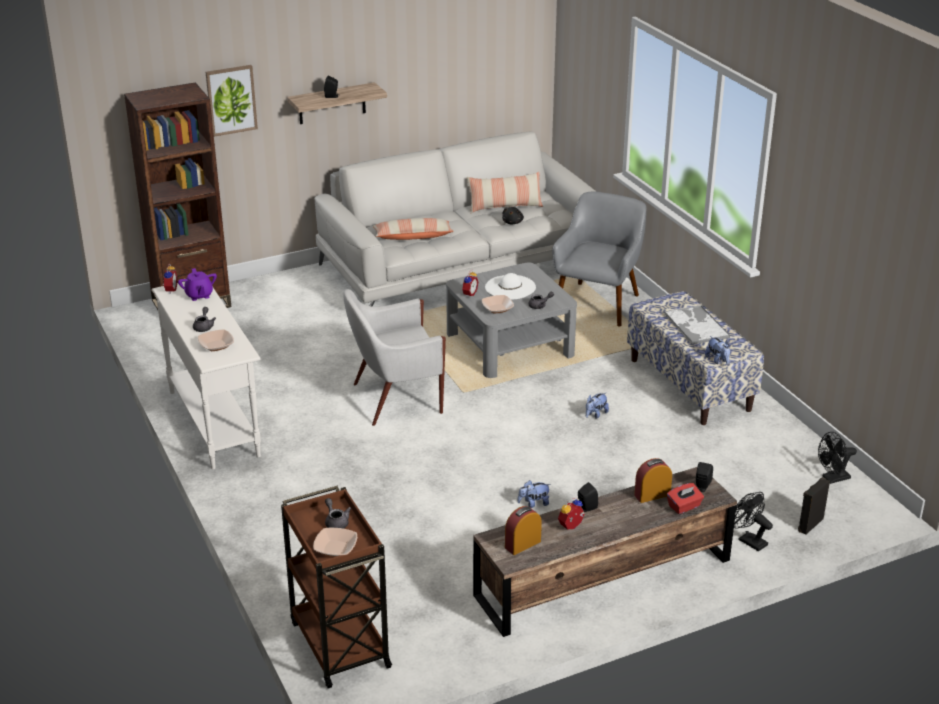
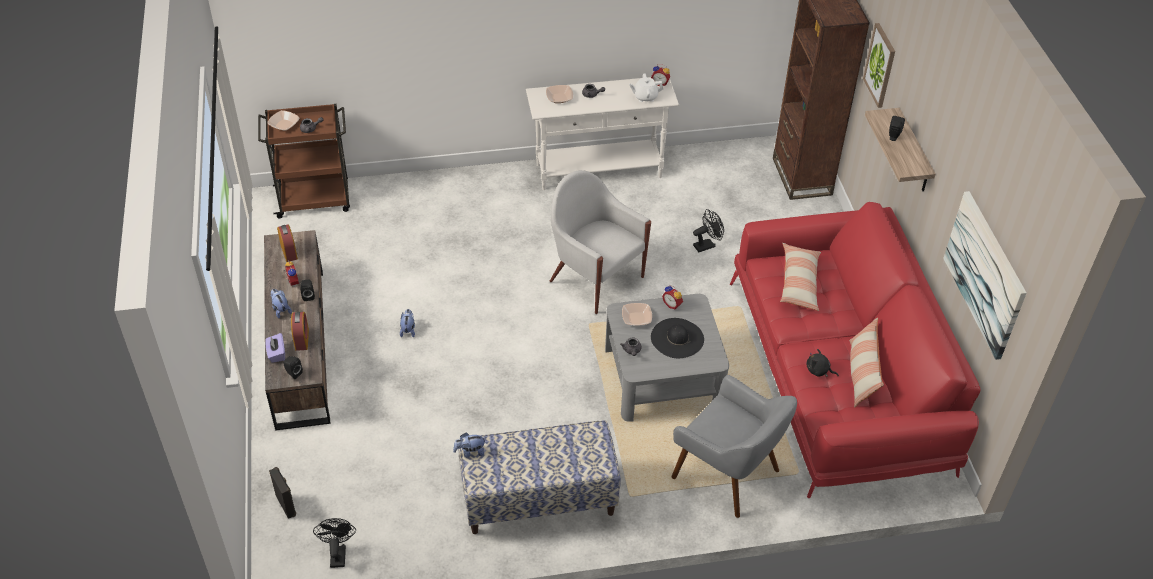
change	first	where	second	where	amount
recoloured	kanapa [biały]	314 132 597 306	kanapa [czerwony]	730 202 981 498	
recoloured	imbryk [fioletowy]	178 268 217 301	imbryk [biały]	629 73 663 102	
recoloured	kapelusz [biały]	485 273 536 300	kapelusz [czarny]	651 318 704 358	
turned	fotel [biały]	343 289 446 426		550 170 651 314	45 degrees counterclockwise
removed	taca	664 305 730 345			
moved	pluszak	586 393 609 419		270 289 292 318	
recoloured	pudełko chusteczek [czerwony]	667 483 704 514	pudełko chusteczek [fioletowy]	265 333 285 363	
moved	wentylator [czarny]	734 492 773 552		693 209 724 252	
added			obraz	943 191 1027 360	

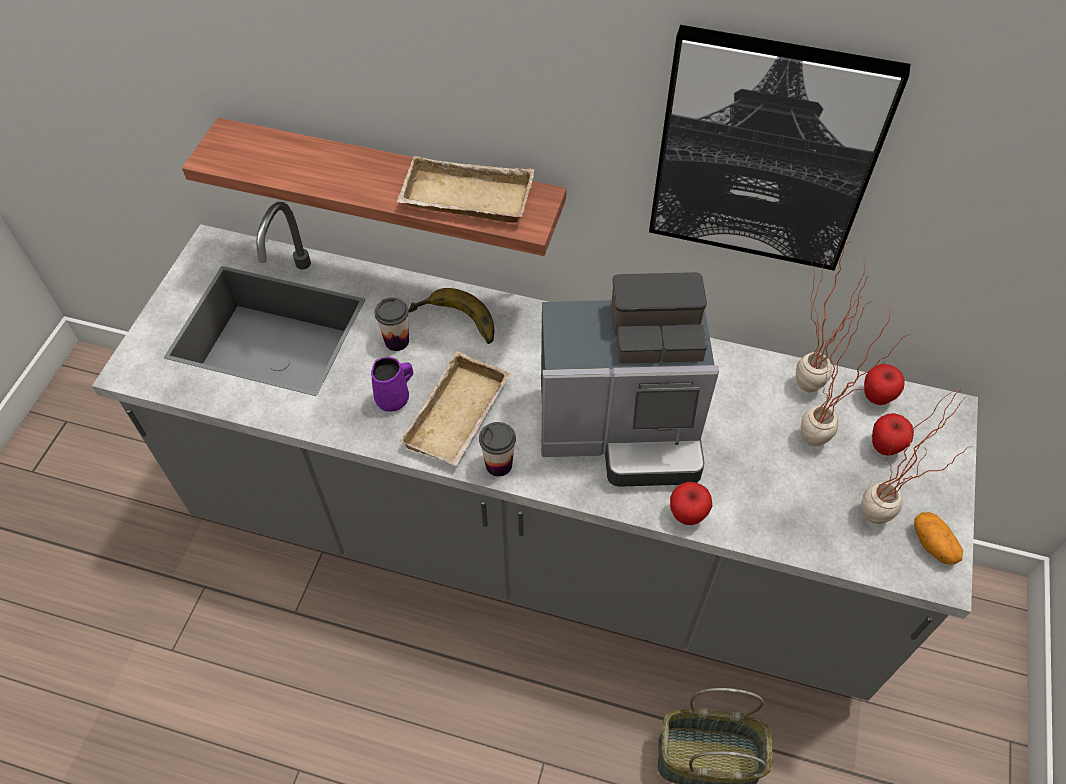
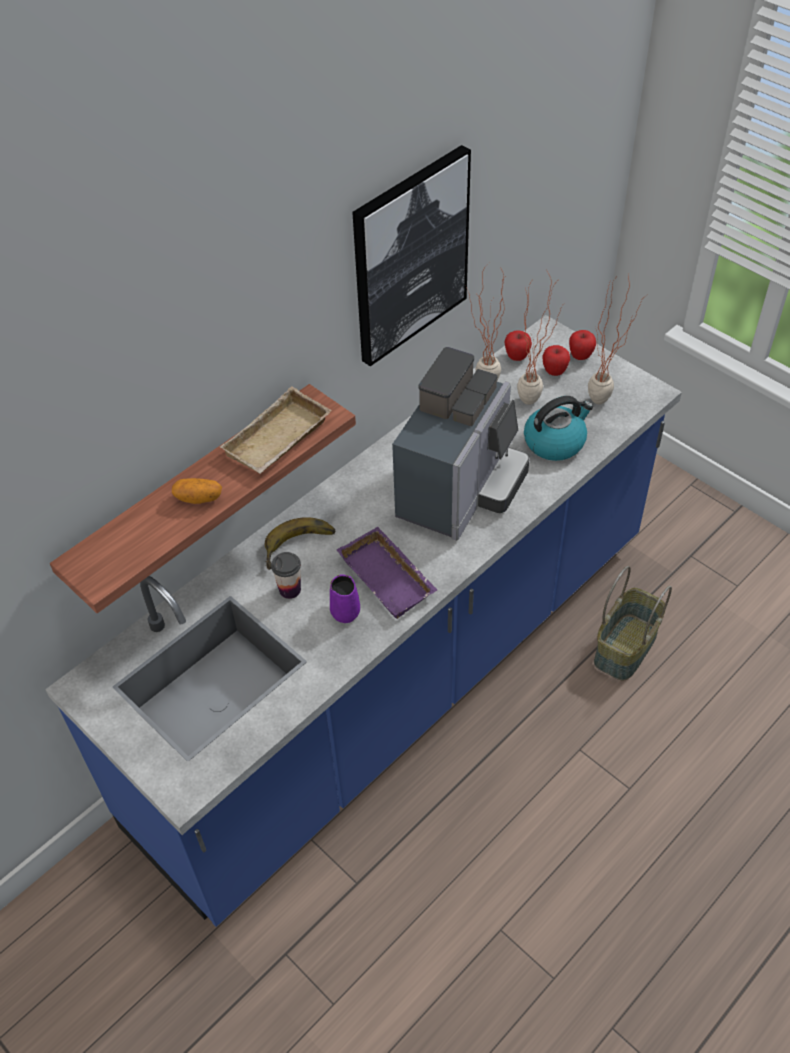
change	first	where	second	where	amount
recoloured	zabudowa kuchenna [szary]	92 202 978 701	zabudowa kuchenna [niebieski]	45 315 682 927	
recoloured	taca [beżowy]	399 351 510 466	taca [fioletowy]	337 527 438 619	
removed	filiżanka	479 422 516 477			
moved	jabłko	670 482 712 525		569 330 596 360	
moved	ziemniak	914 512 963 565		172 478 222 504	
added			czajnik	524 396 593 461	

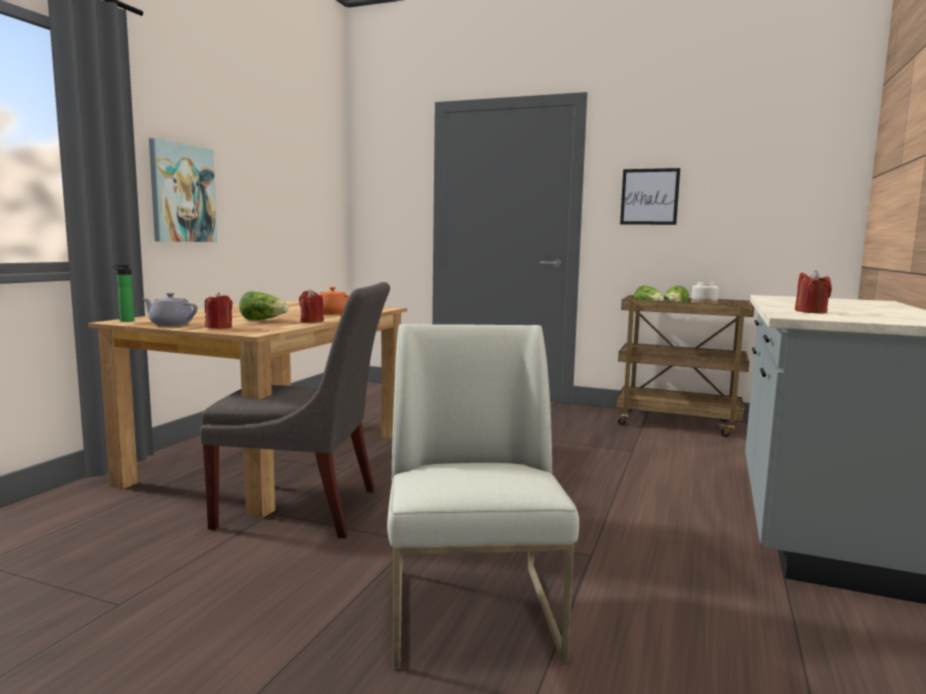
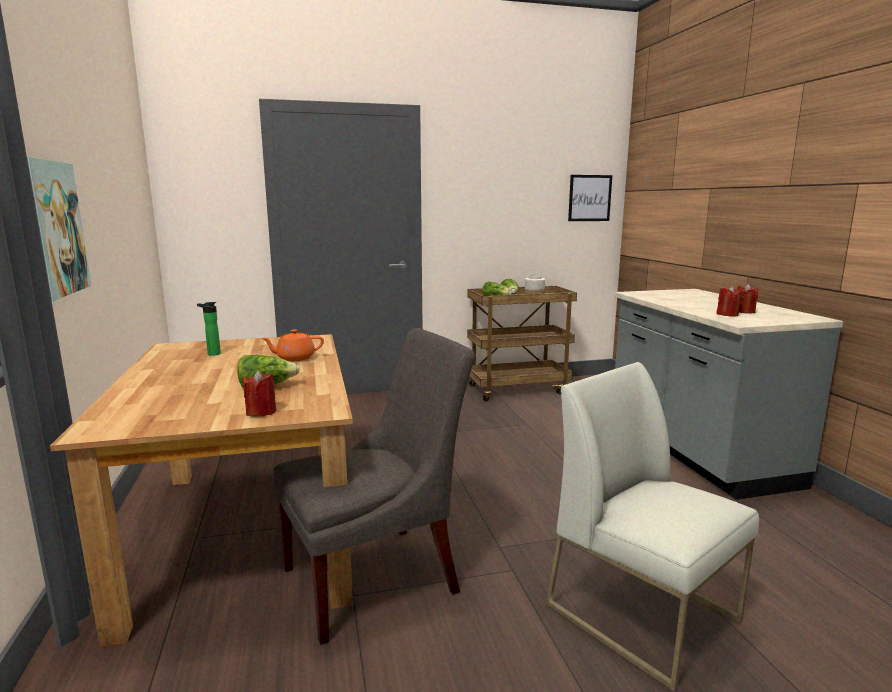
change	first	where	second	where	amount
moved	obraz	620 168 680 225		568 175 612 221	
moved	butelka	111 264 135 322		197 302 221 356	
moved	świeca [czerwony]	299 289 324 323		737 283 758 314	
removed	imbryk [szary]	142 293 198 326			

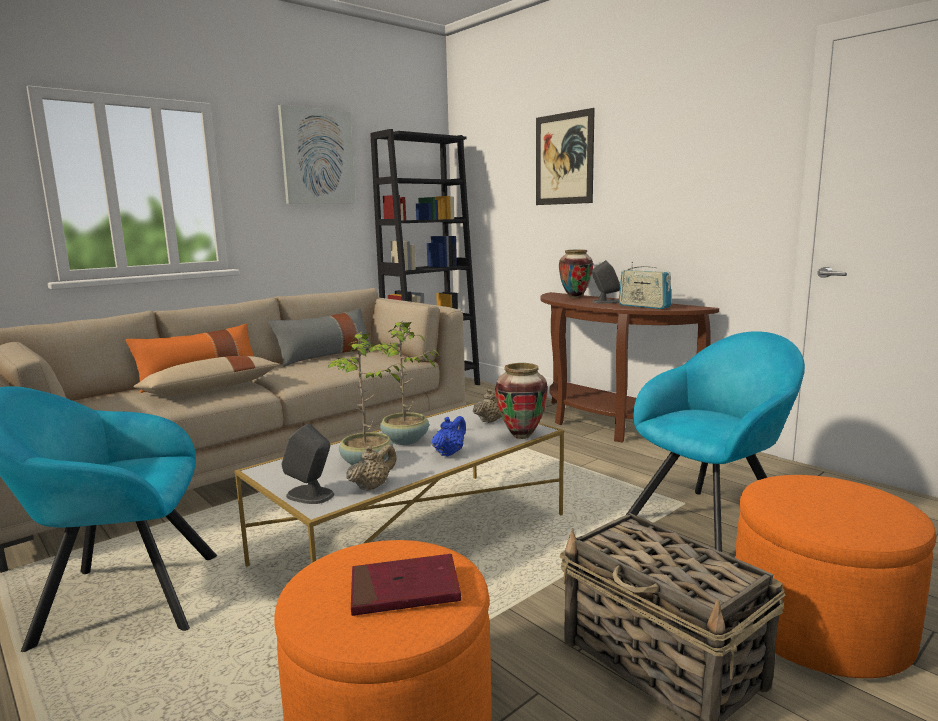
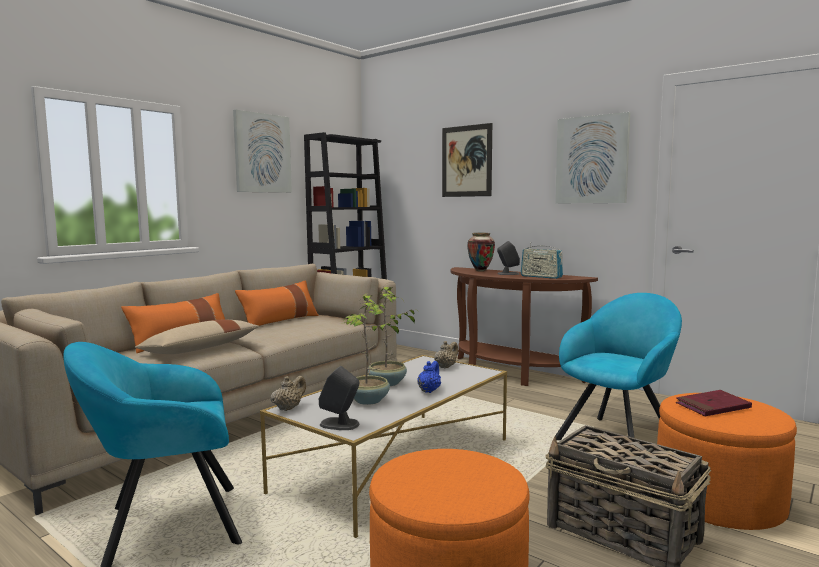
change	first	where	second	where	amount
recoloured	poduszka [szary]	268 308 371 367	poduszka [pomarańczowy]	235 280 319 326	
removed	wazon	495 363 548 439			
moved	imbryk [beżowy]	346 444 397 491		271 376 306 411	
moved	książka [czerwony]	351 554 461 616		676 390 752 416	
added			obraz	555 112 630 203	

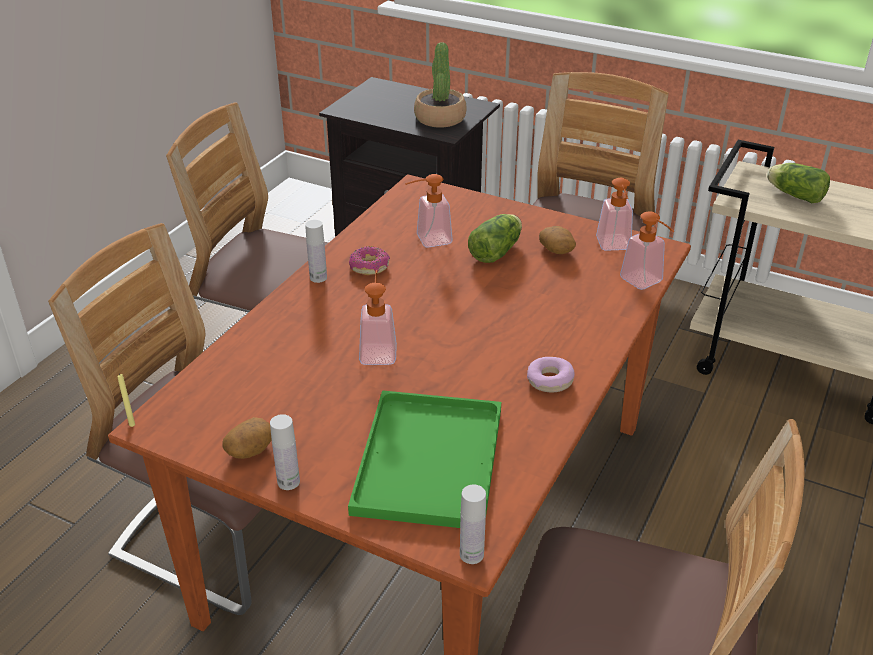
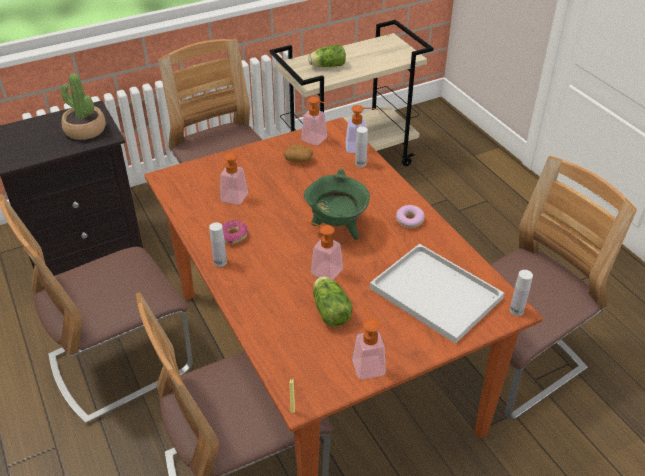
change	first	where	second	where	amount
moved	sałata	468 214 522 263		313 276 352 327	
recoloured	taca [zielony]	348 390 501 528	taca [biały]	370 244 504 344	
moved	butelka [biały]	270 414 300 490		355 127 368 167	
replaced	ziemniak	222 417 272 459	dozownik mydła	352 305 386 379	
added			garnek [zielony]	304 169 370 240	

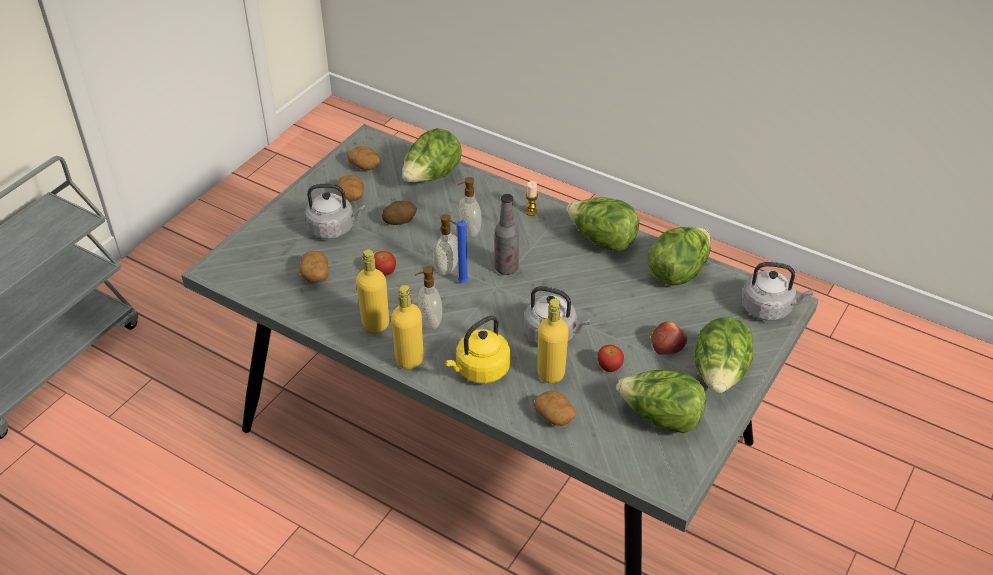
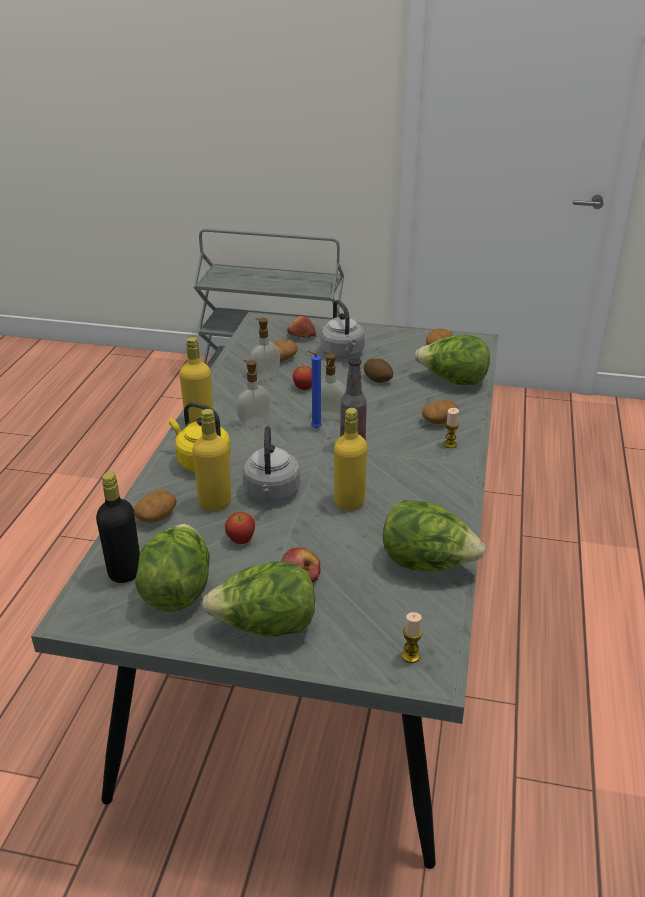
change	first	where	second	where	amount
moved	ziemniak	337 175 364 202		422 400 459 424	
moved	dozownik mydła	457 177 481 237		249 318 280 381	
removed	sałata	567 197 639 252			
moved	butelka [żółty]	356 249 389 332		334 408 367 511	
replaced	czajnik [szary]	741 262 813 321	świeca	402 612 422 663	
added			jabłko	287 316 316 338	
added			butelka [czarny]	96 472 140 583	

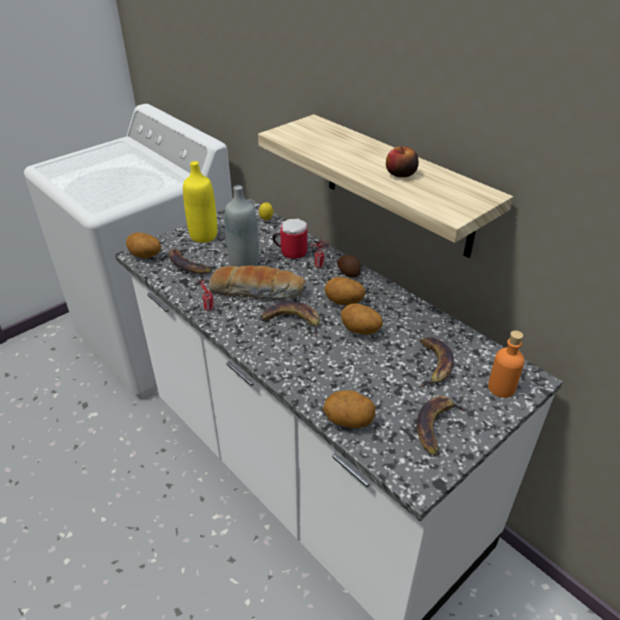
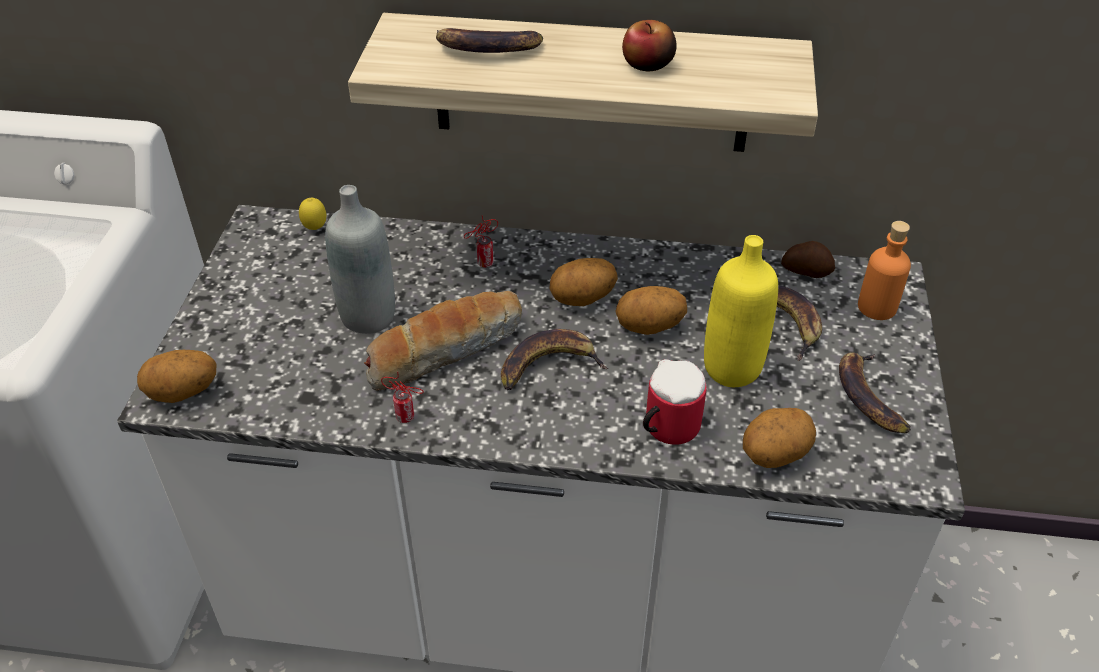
change	first	where	second	where	amount
moved	butelka [żółty]	183 161 217 243		704 235 778 387	
moved	kubek	273 219 307 259		643 359 706 445	
moved	banan	169 249 212 274		436 28 543 53	
moved	ziemniak	337 255 361 278		781 241 835 278	

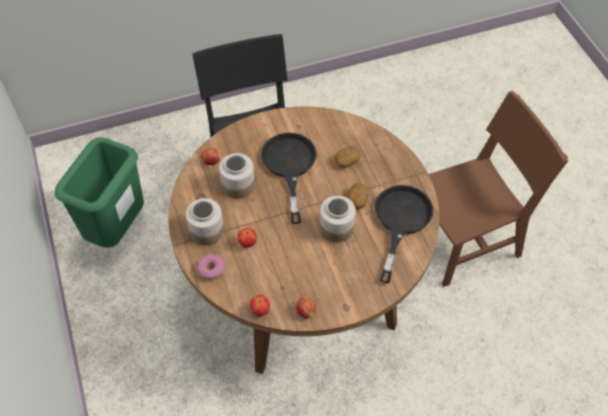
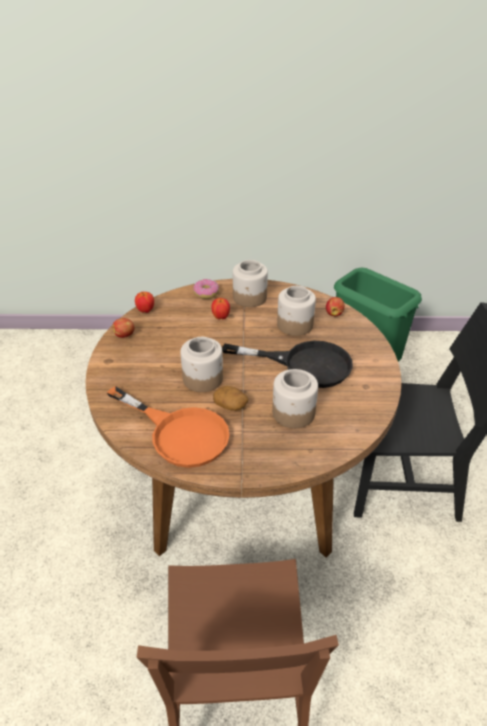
change	first	where	second	where	amount
replaced	ziemniak	335 146 361 168	słoik	272 369 318 428	
recoloured	patelnia [czarny]	375 185 433 283	patelnia [pomarańczowy]	107 386 230 468	

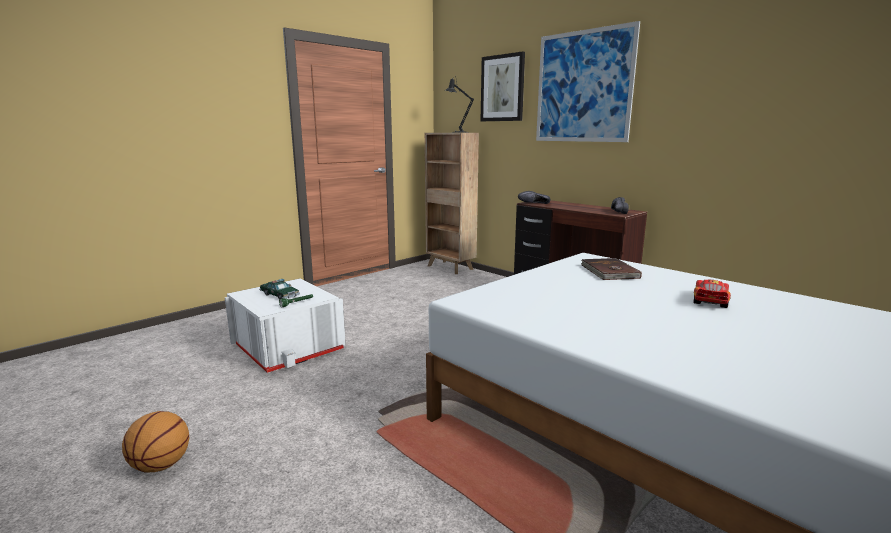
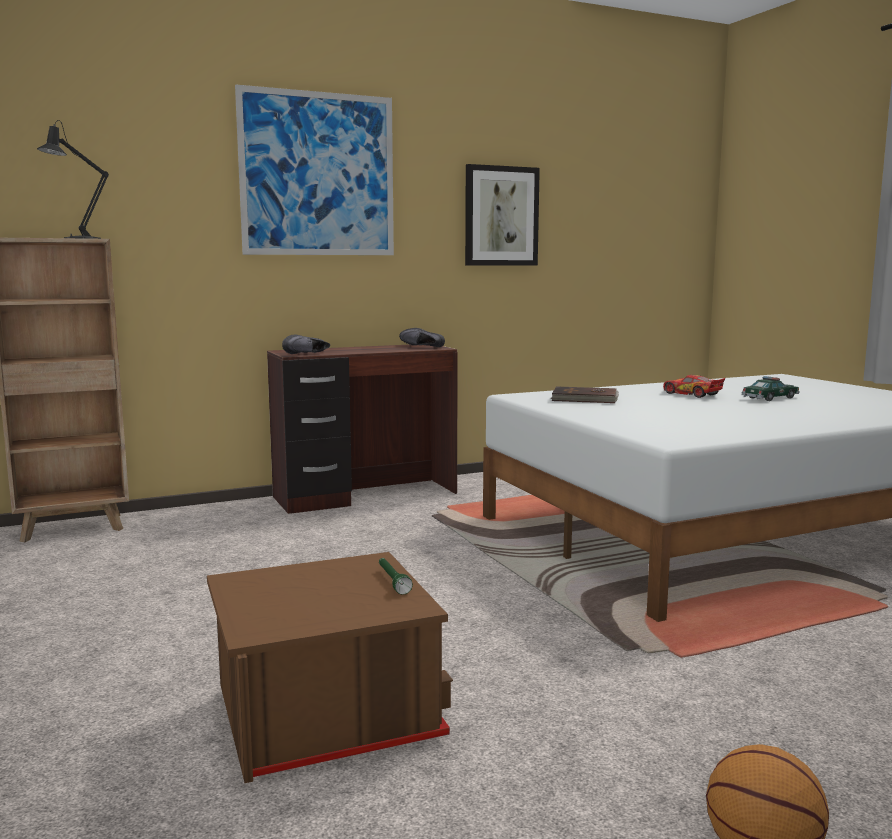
change	first	where	second	where	amount
moved	obraz	481 51 525 121		465 164 540 266	
recoloured	pojemnik do przechowywania [biały]	225 279 346 373	pojemnik do przechowywania [brązowy]	207 552 453 783	
moved	samochodzik	260 279 300 299		741 376 800 401	

